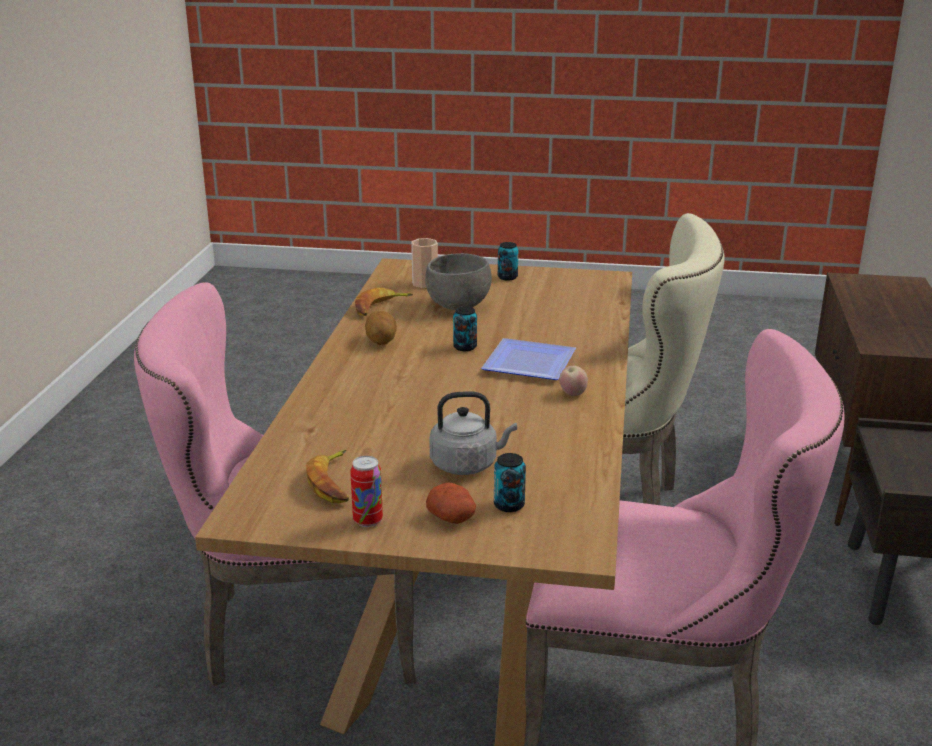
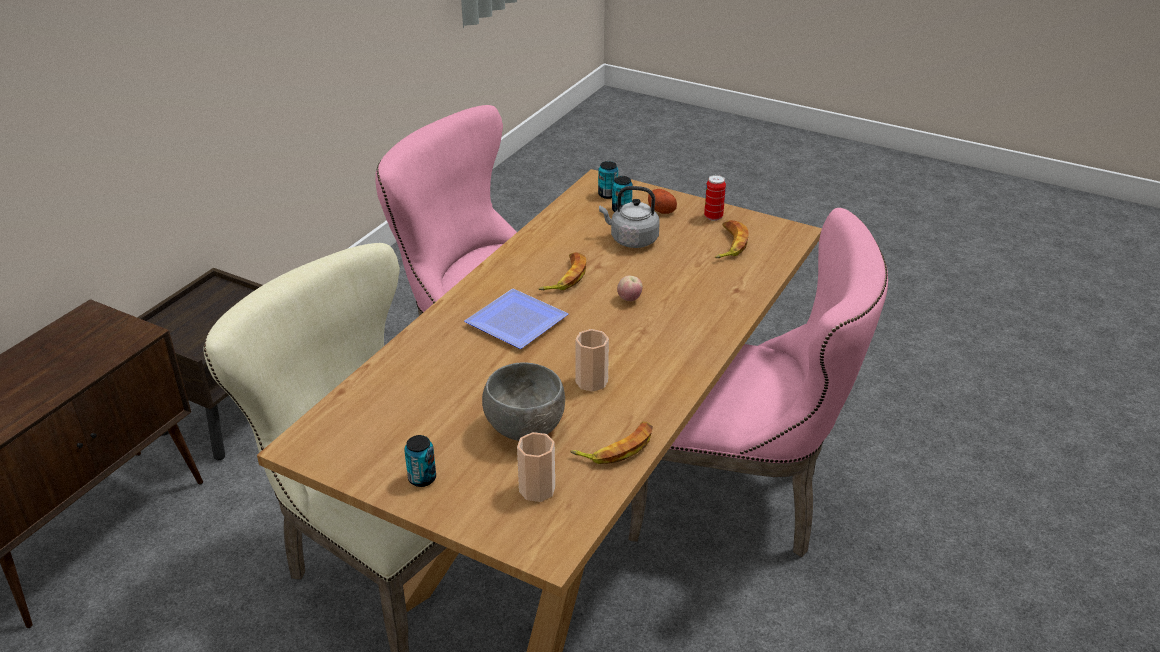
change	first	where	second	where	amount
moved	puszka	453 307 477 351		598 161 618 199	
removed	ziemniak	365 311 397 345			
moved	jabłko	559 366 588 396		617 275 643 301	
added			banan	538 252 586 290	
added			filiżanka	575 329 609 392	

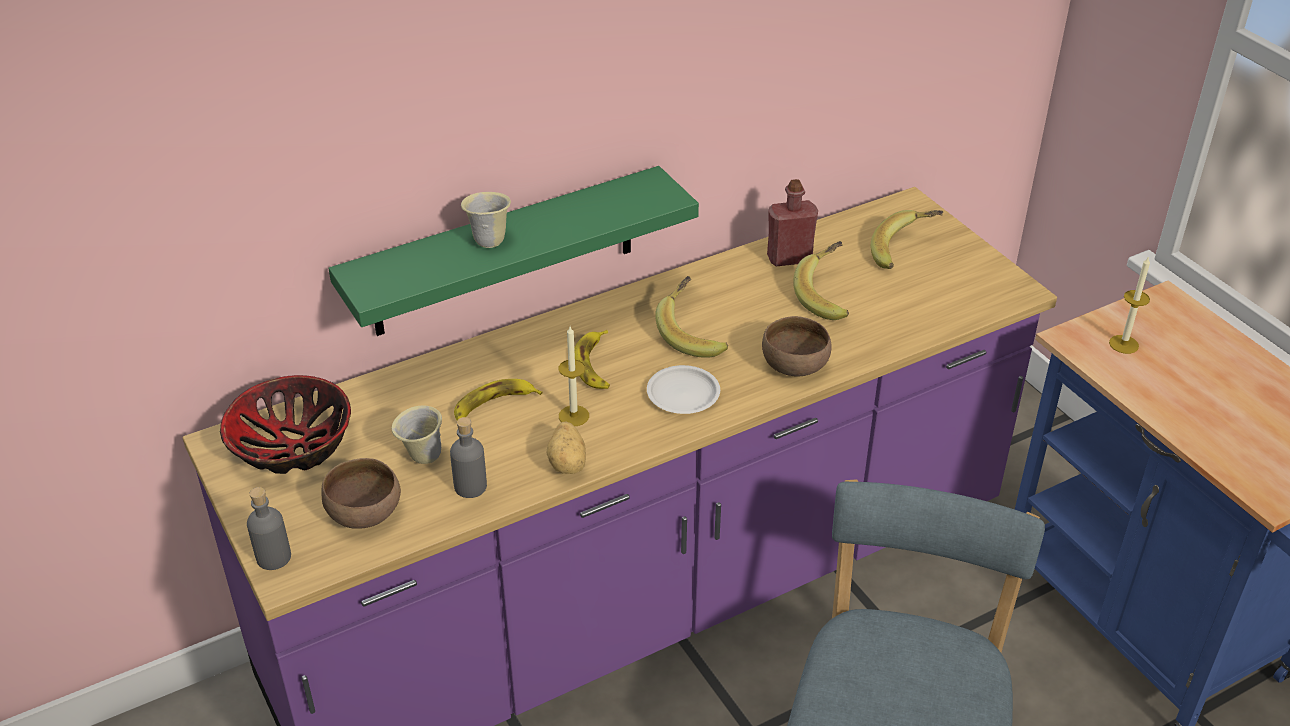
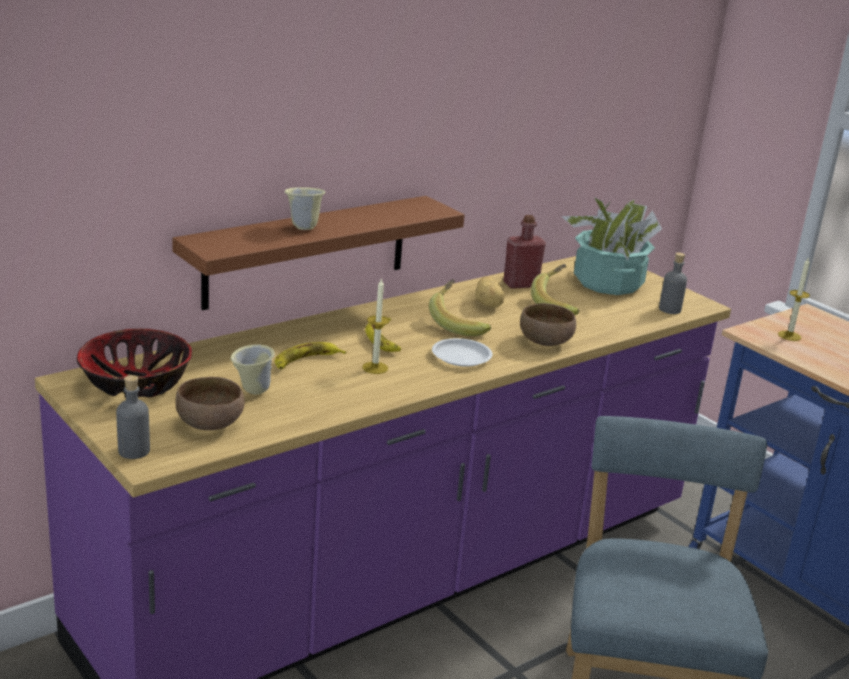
change	first	where	second	where	amount
recoloured	półka [zielony]	329 166 699 336	półka [brązowy]	172 196 464 310	
replaced	banan	871 210 943 269	roślina doniczkowa	561 197 662 295	
moved	butelka [szary]	450 417 487 498		659 253 687 314	
moved	ziemniak	546 422 586 474		475 276 504 308	

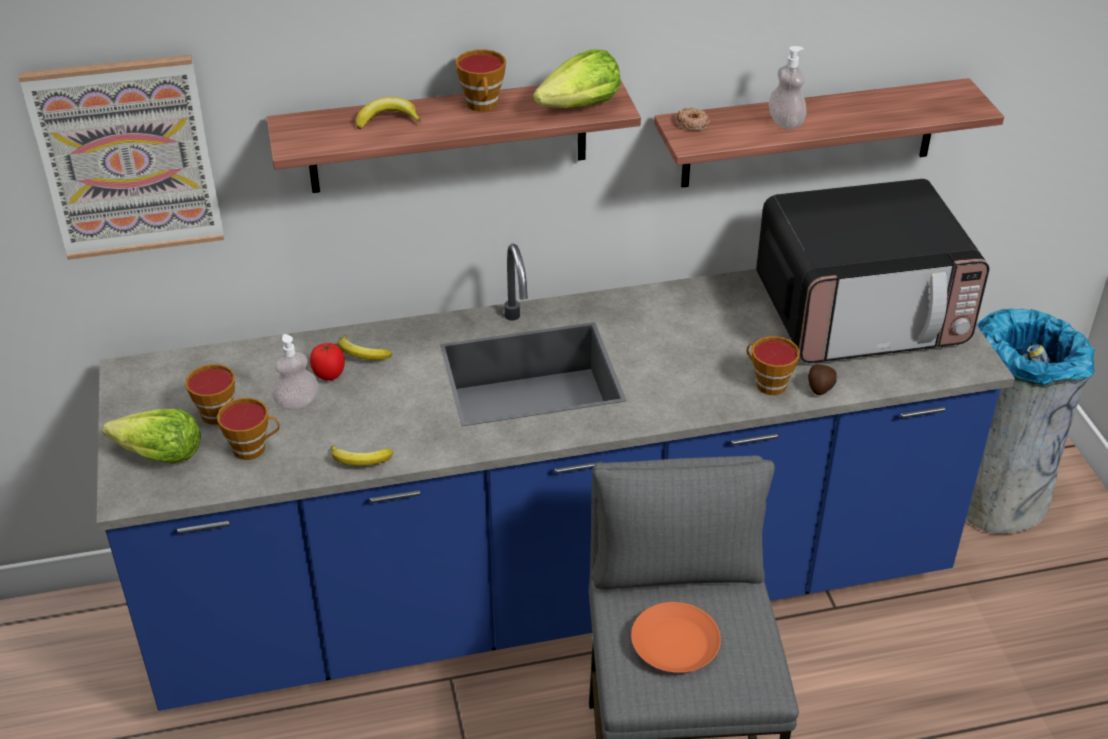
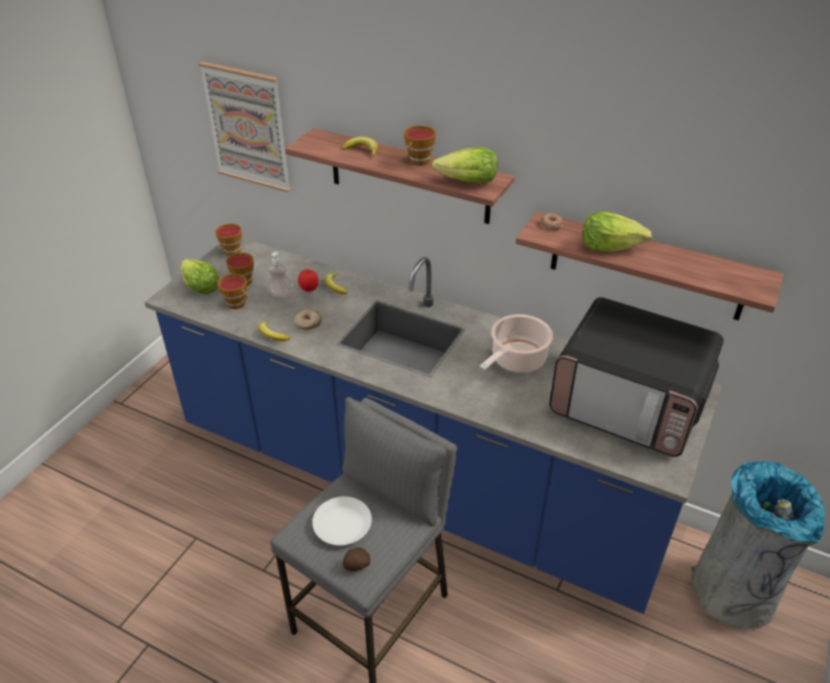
change	first	where	second	where	amount
replaced	dozownik mydła	769 46 806 129	sałata	583 211 652 252	
moved	filiżanka	746 336 800 395		215 224 242 256	
moved	ziemniak	808 364 837 395		343 547 370 571	
recoloured	talerz [pomarańczowy]	631 602 721 673	talerz [biały]	312 497 372 545	
added			donut	294 309 322 330	
added			garnek	480 314 553 373	

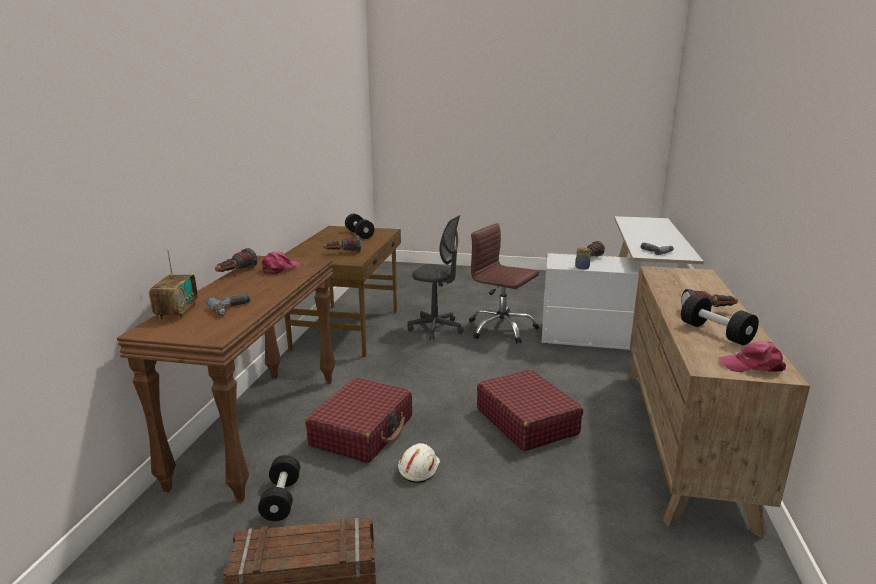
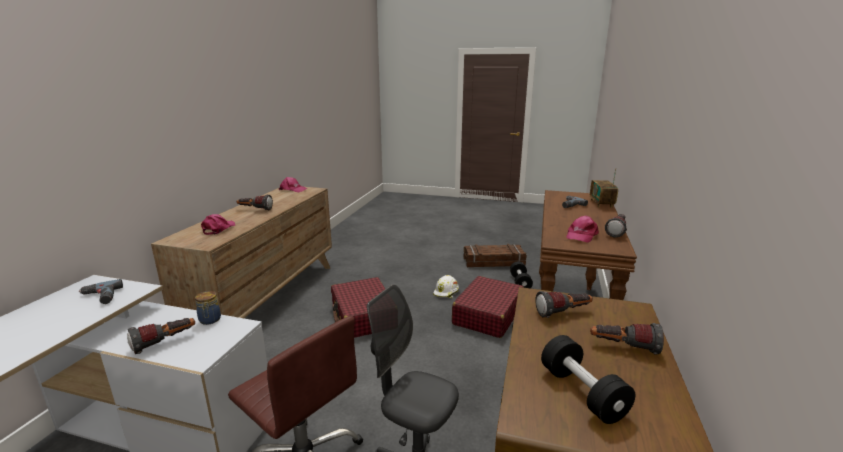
change	first	where	second	where	amount
removed	hantel [czarny]	681 295 759 345			
added			czapka z daszkiem [różowy]	201 214 235 235	
added			latarka	590 323 664 355	

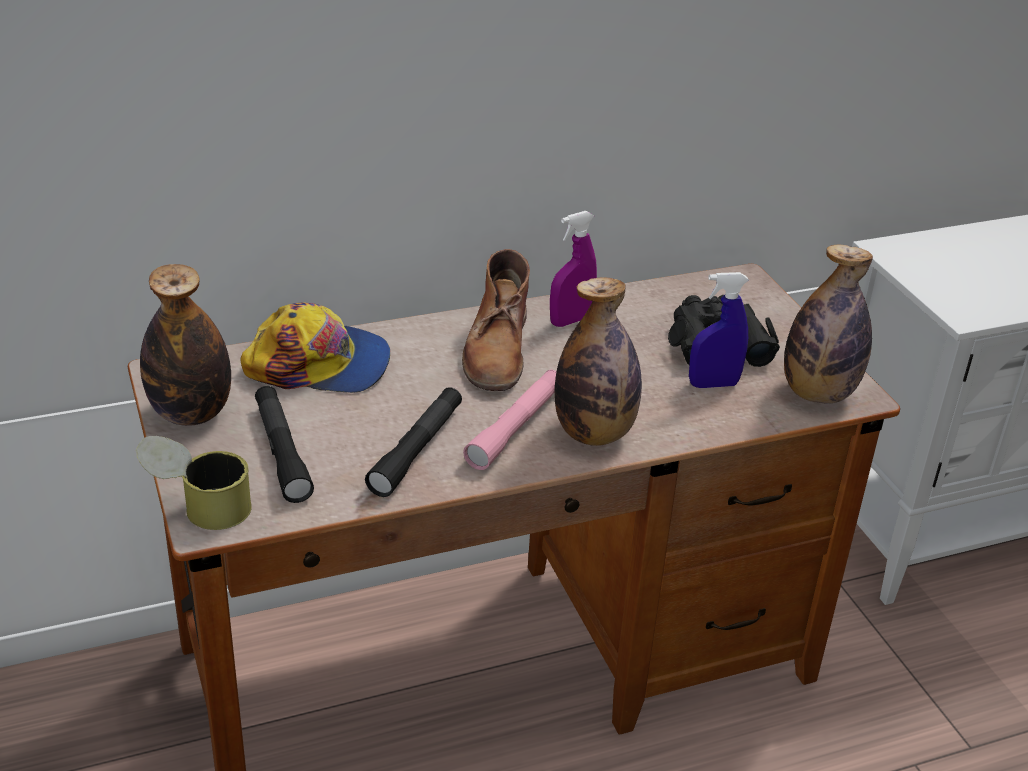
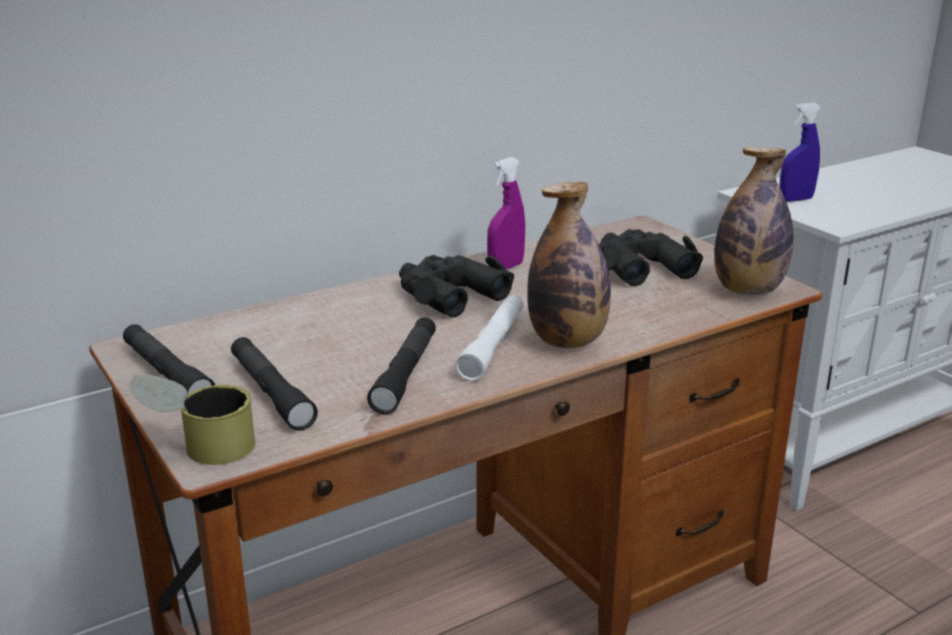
change	first	where	second	where	amount
replaced	but z cholewką [brązowy]	462 249 530 391	lornetka [czarny]	399 255 514 317	
replaced	butelka	140 264 231 426	latarka [czarny]	123 324 215 394	
moved	spryskiwacz [niebieski]	689 272 749 388		779 103 821 202	
removed	czapka z daszkiem	240 302 390 393			
recoloured	latarka [różowy]	463 370 557 470	latarka [biały]	455 295 524 381	

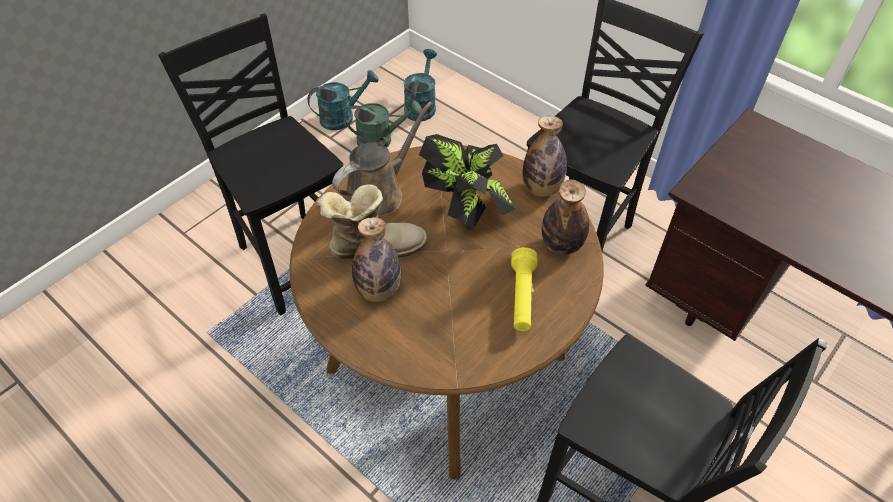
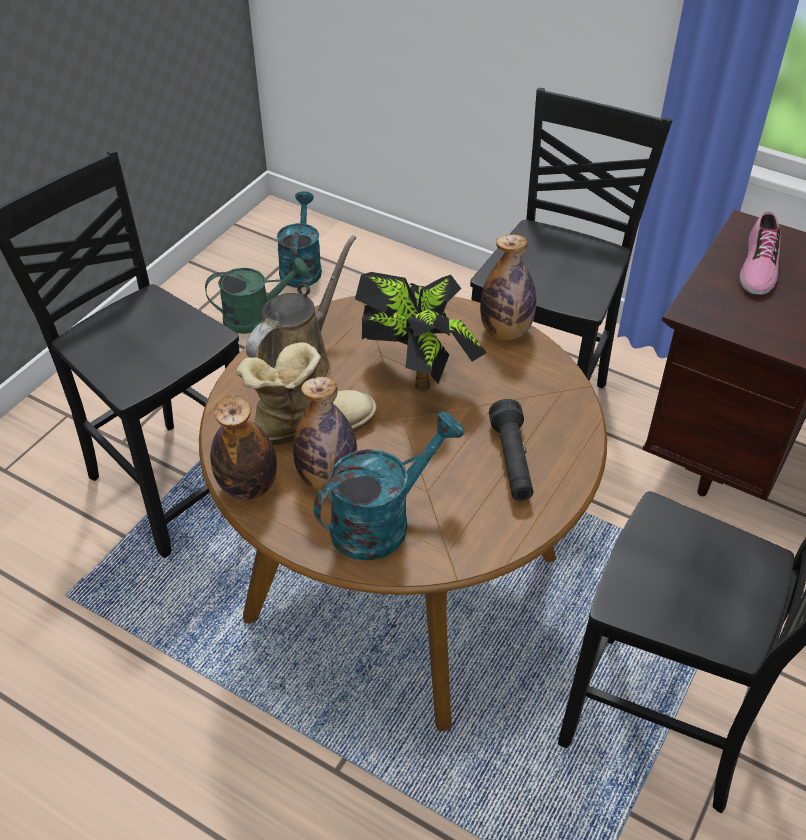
change	first	where	second	where	amount
moved	konewka [turkusowy]	307 70 379 130		314 411 464 561	
moved	butelka	542 180 589 255		210 395 277 500	
recoloured	latarka [żółty]	511 247 538 331	latarka [czarny]	489 399 533 501	
added			but	740 212 781 295	

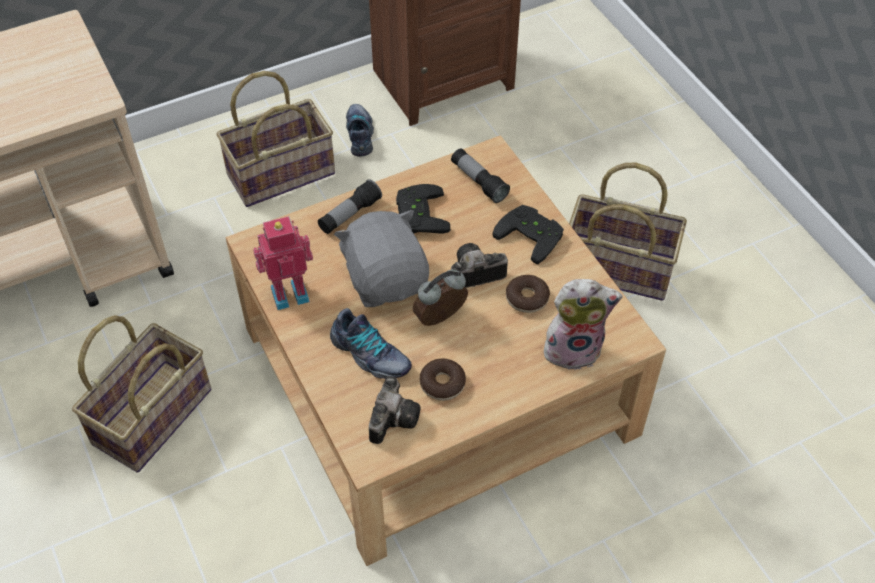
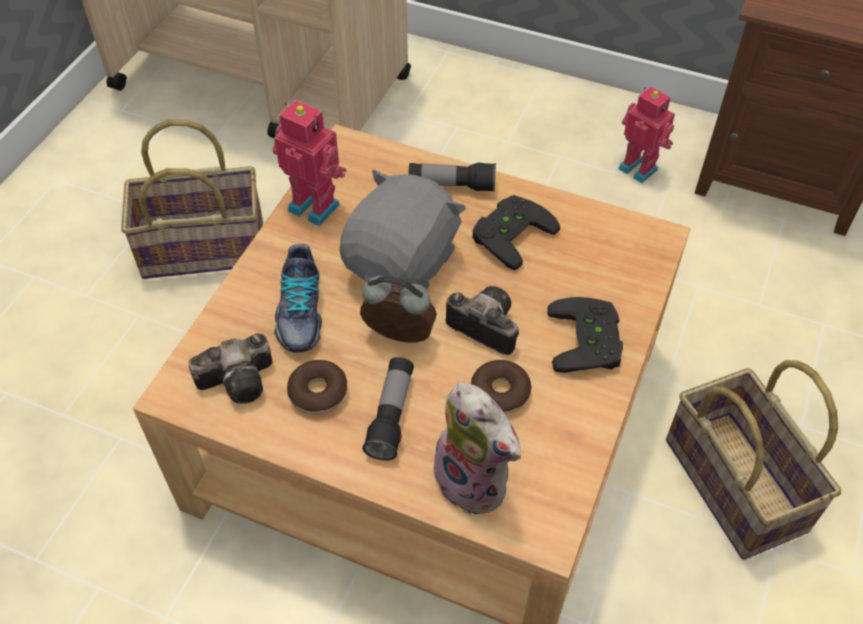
change	first	where	second	where	amount
removed	koszyk	217 71 335 207			
replaced	but	346 104 374 157	robot zabawkowy	618 87 675 183	
moved	latarka	451 148 510 203		362 357 414 461	

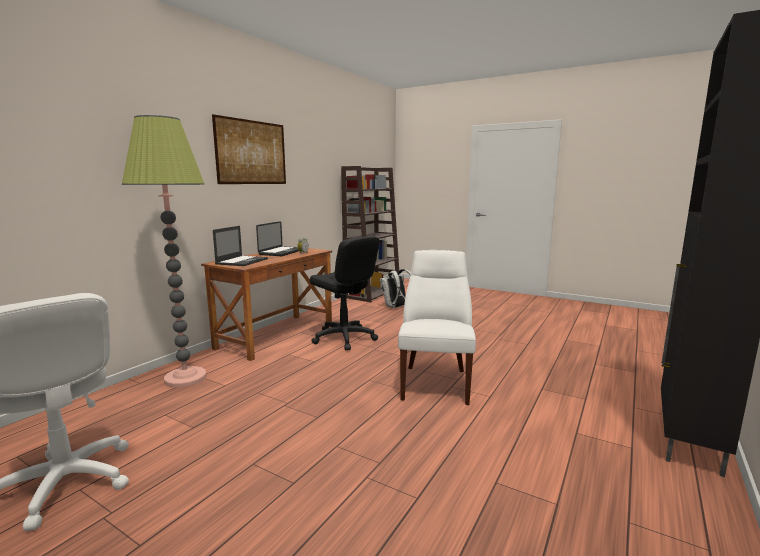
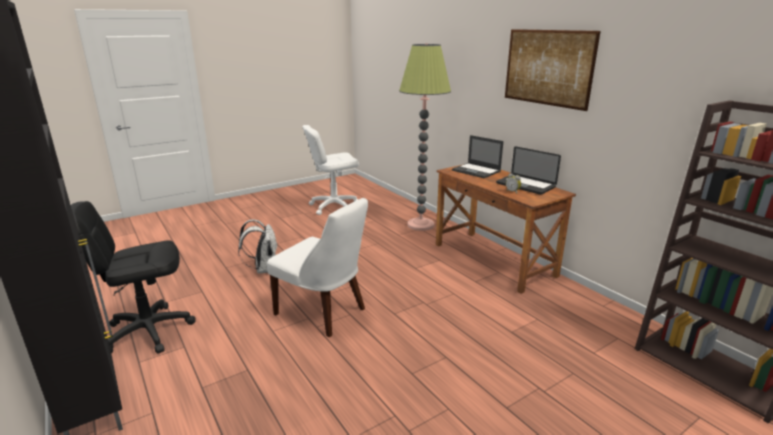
change	first	where	second	where	amount
moved	krzesło biurowe [czarny]	310 236 380 350		71 201 196 354	
moved	plecak [biały]	380 269 411 308		238 220 278 274	

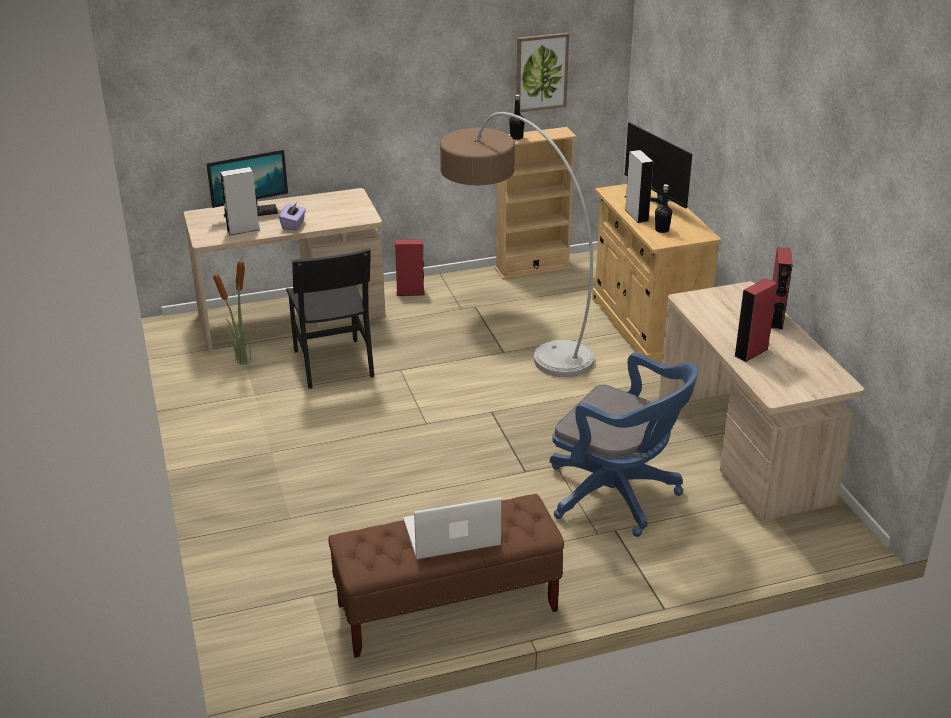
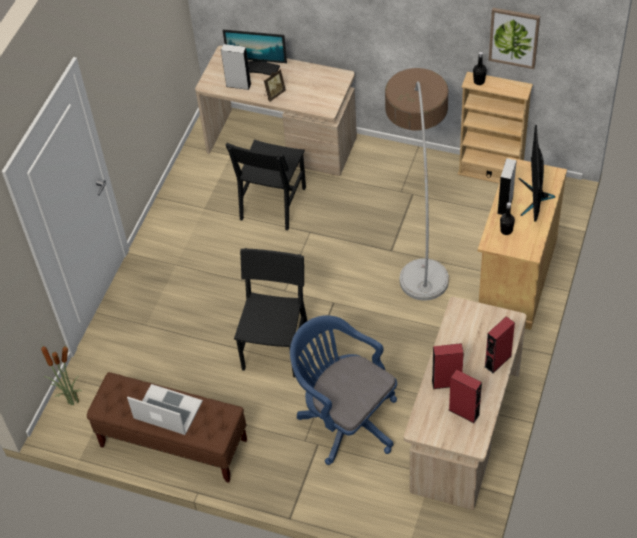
change	first	where	second	where	amount
replaced	pudełko chusteczek [fioletowy]	279 202 306 230	ramka na zdjęcie	264 69 286 102	
moved	głośnik [czerwony]	395 239 424 296		449 369 482 423	
moved	roślina doniczkowa	212 255 263 365		41 343 82 405	
turned	krzesło biurowe [niebieski]	550 353 699 537		290 315 397 465	150 degrees clockwise
added			krzesło [czarny]	234 248 307 377	

